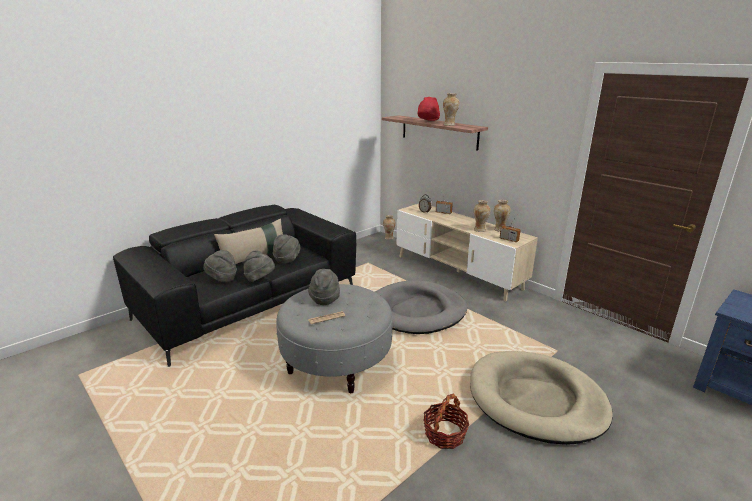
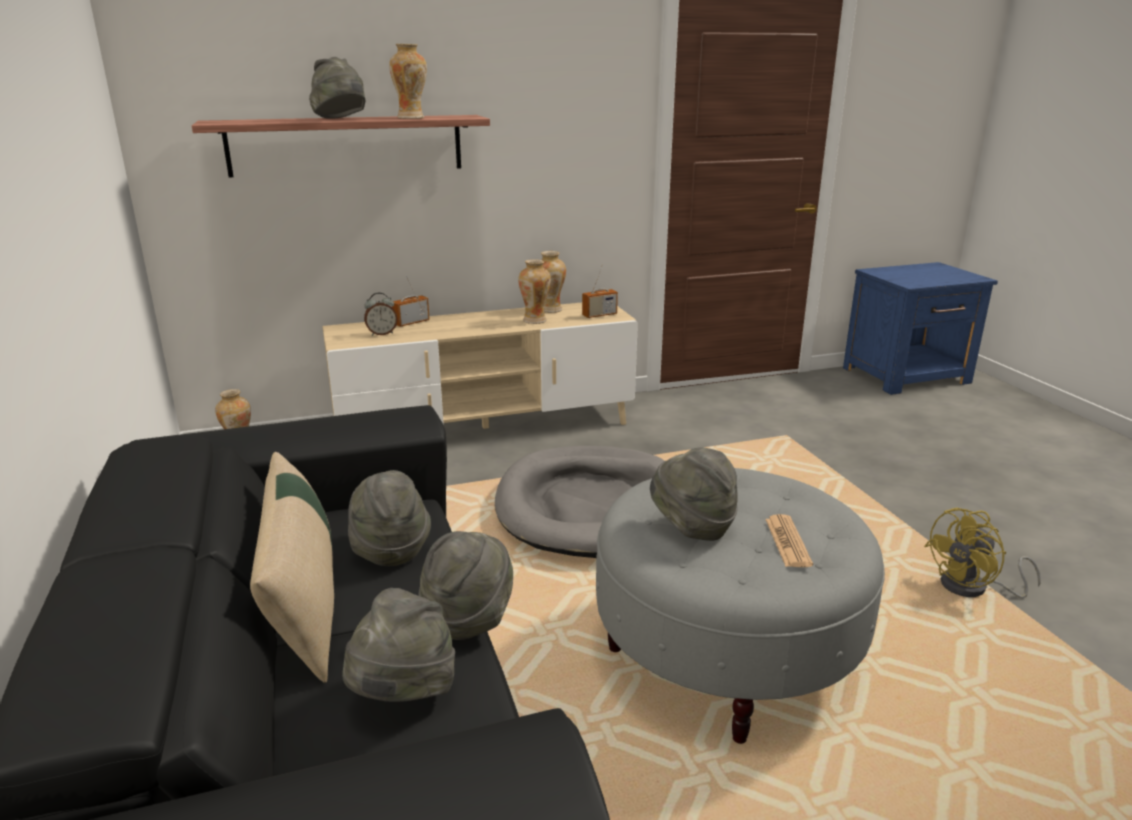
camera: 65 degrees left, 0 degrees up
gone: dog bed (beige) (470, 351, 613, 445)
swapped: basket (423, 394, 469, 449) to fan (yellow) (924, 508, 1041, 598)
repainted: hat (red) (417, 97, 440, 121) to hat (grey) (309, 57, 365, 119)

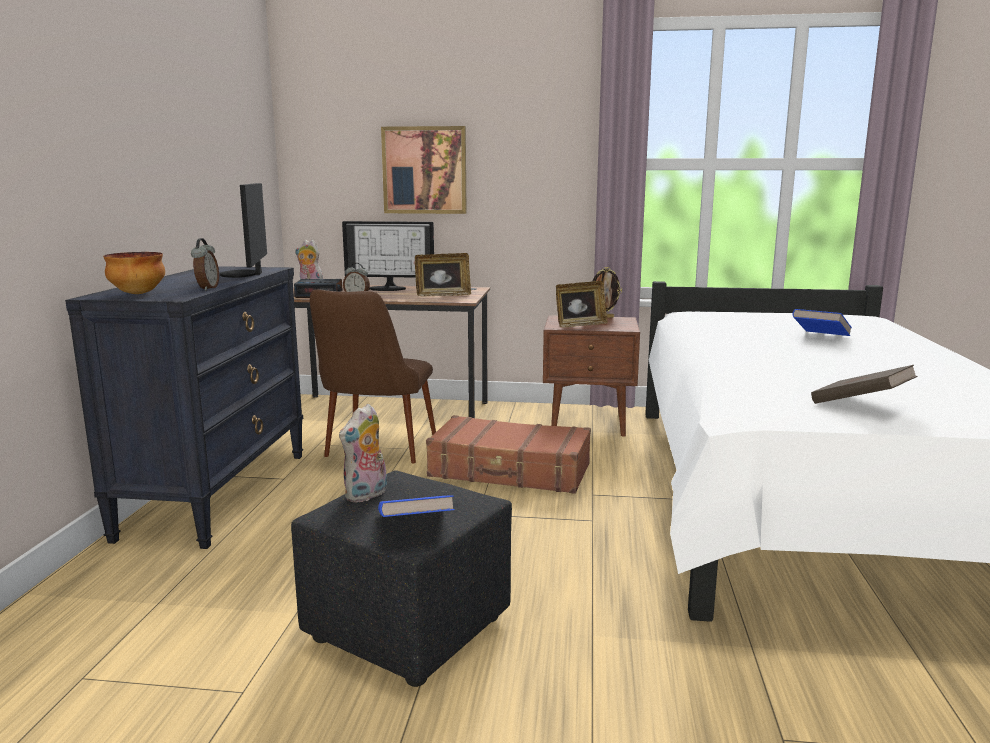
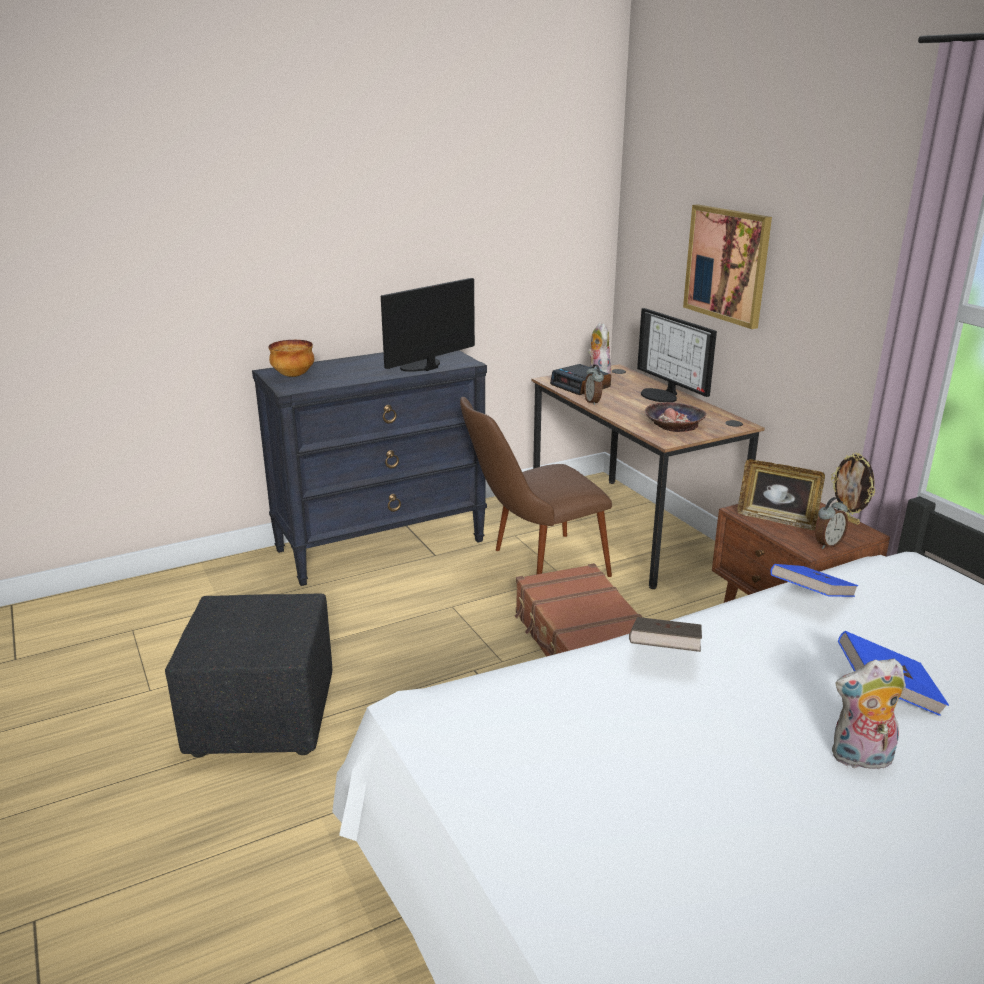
camera: 55 degrees right, 10 degrees up
shifted: alarm clock (191, 238, 219, 291) to (815, 497, 848, 549); plush toy (339, 404, 387, 503) to (832, 659, 906, 769); book (blue) (378, 495, 455, 517) to (771, 564, 859, 597); book (brown) (811, 365, 918, 404) to (629, 617, 702, 652)
swapped: picture frame (415, 253, 471, 297) to bowl (645, 402, 706, 432)

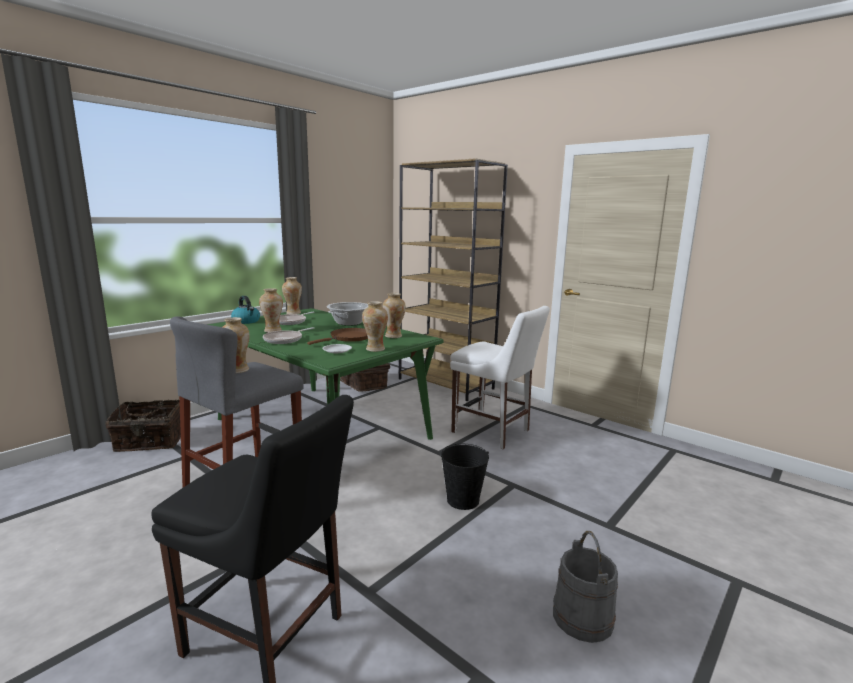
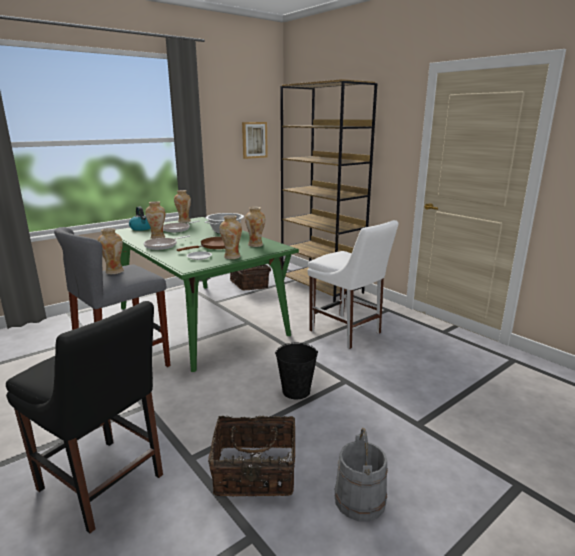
camera: 10 degrees right, 5 degrees up
new: picture (242, 122, 268, 159)
shifted: basket (105, 400, 181, 452) to (208, 415, 295, 497)

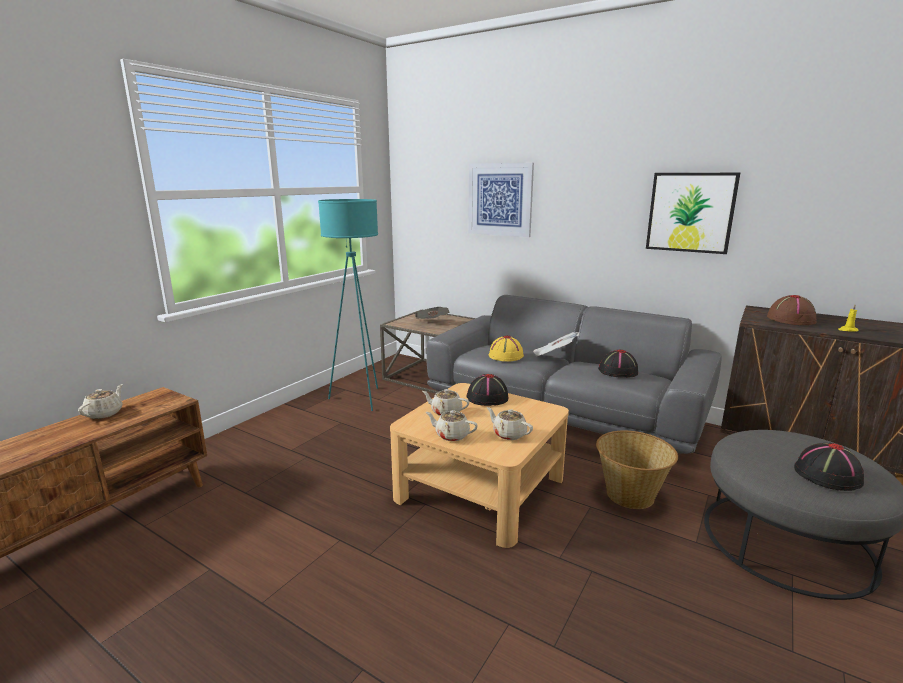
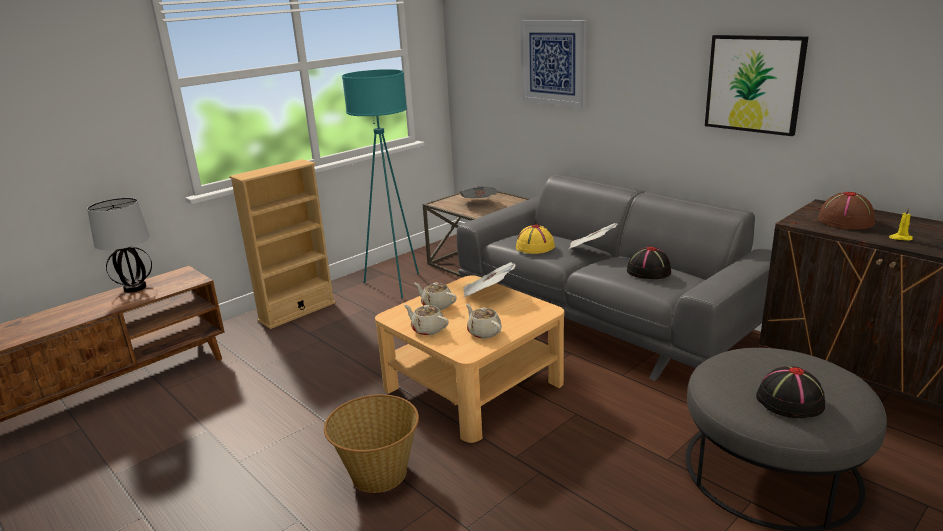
camera: 15 degrees right, 5 degrees up
new: bookcase (beige) (229, 159, 336, 329)
shifted: basket (596, 431, 678, 509) to (324, 394, 419, 493)
swapped: teapot (beige) (78, 384, 123, 419) to table lamp (87, 198, 152, 292); hat (black) (466, 374, 508, 406) to newspaper (463, 262, 515, 298)

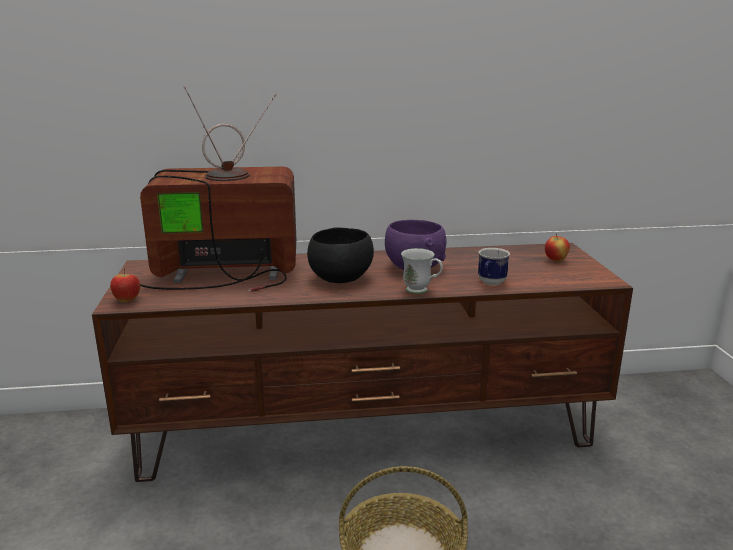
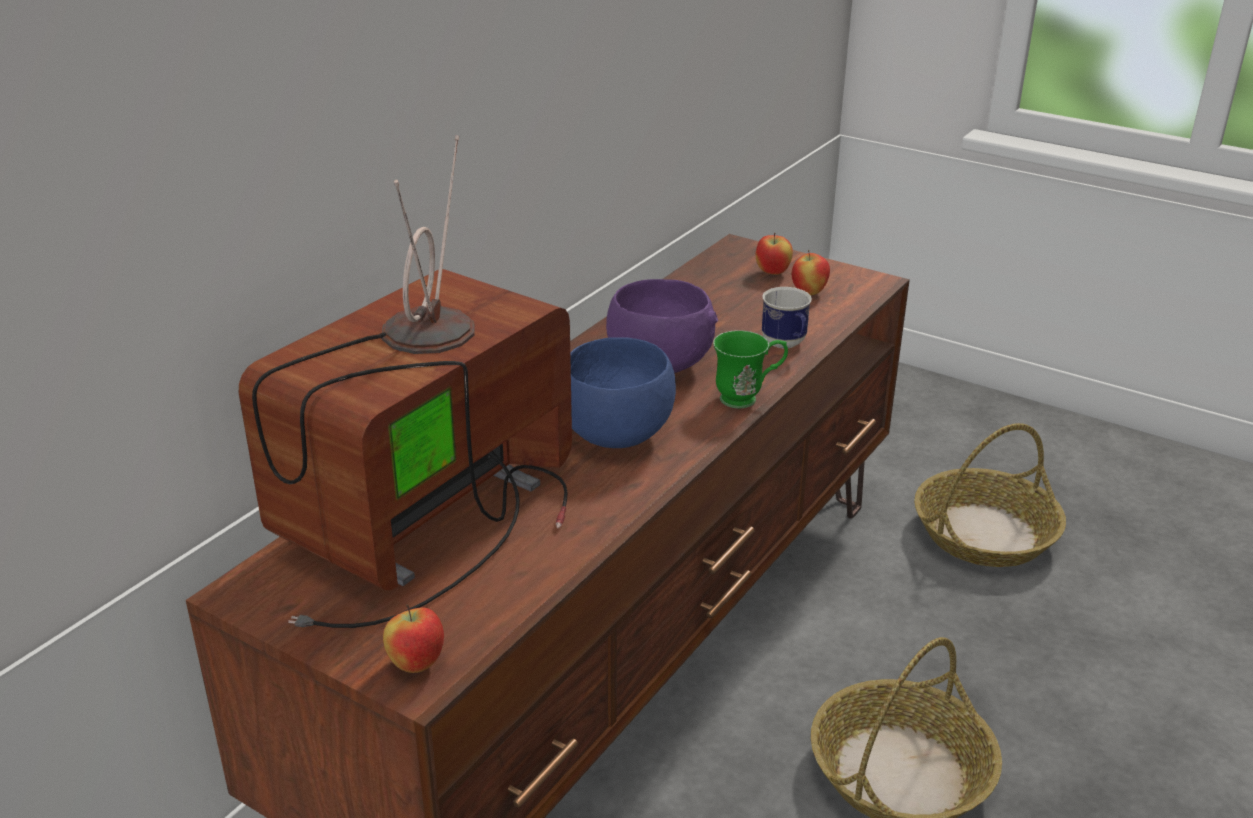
camera: 50 degrees left, 10 degrees up
new: apple (792, 250, 830, 295); basket (914, 423, 1066, 567)
repainted: bowl (black) (307, 227, 374, 283) to bowl (blue) (570, 337, 676, 448); mug (white) (401, 248, 443, 294) to mug (green) (713, 330, 788, 408)

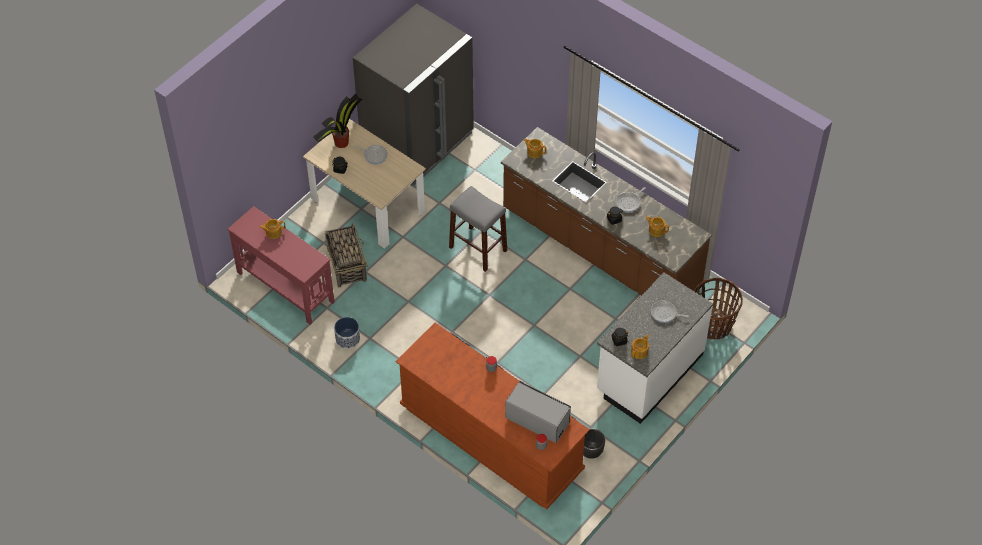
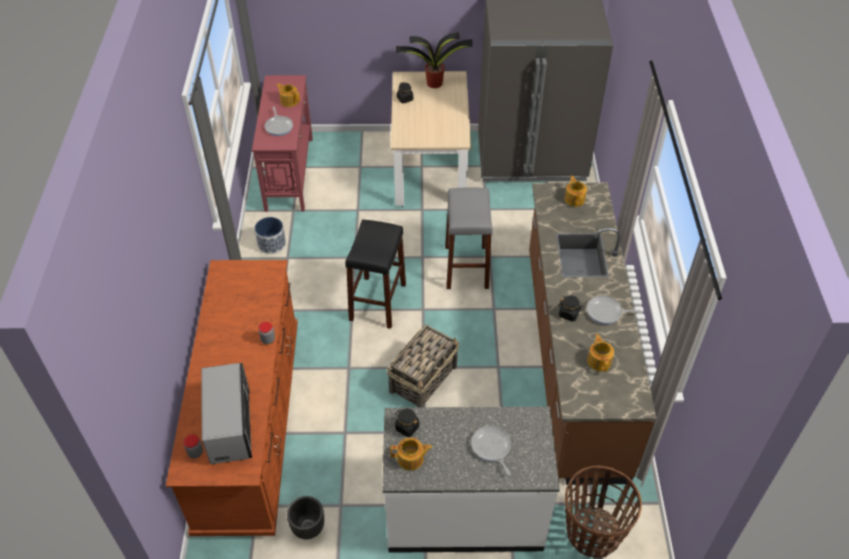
camera: 50 degrees right, 5 degrees down
new: stool (black) (345, 219, 406, 329)
shifted: basket (325, 223, 367, 287) to (387, 325, 459, 407); frying pan (354, 145, 388, 164) to (265, 107, 293, 136)

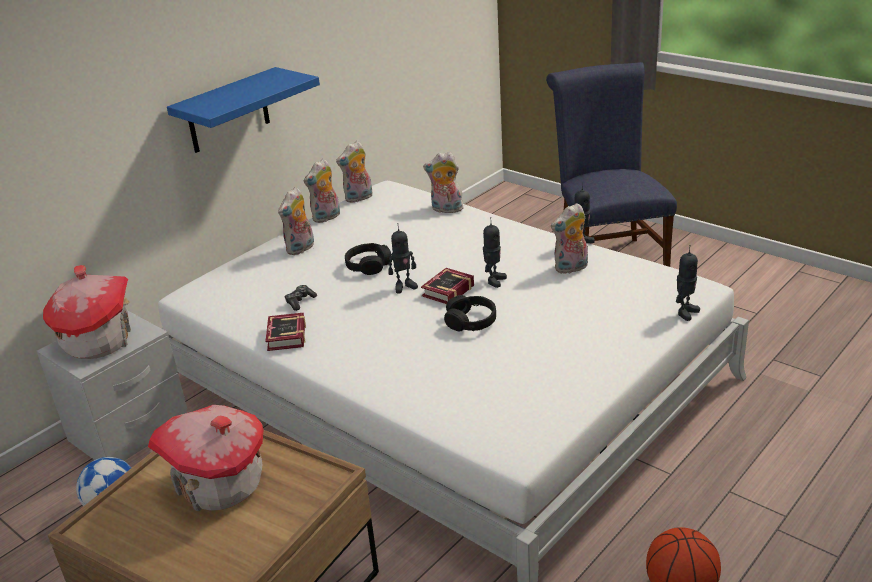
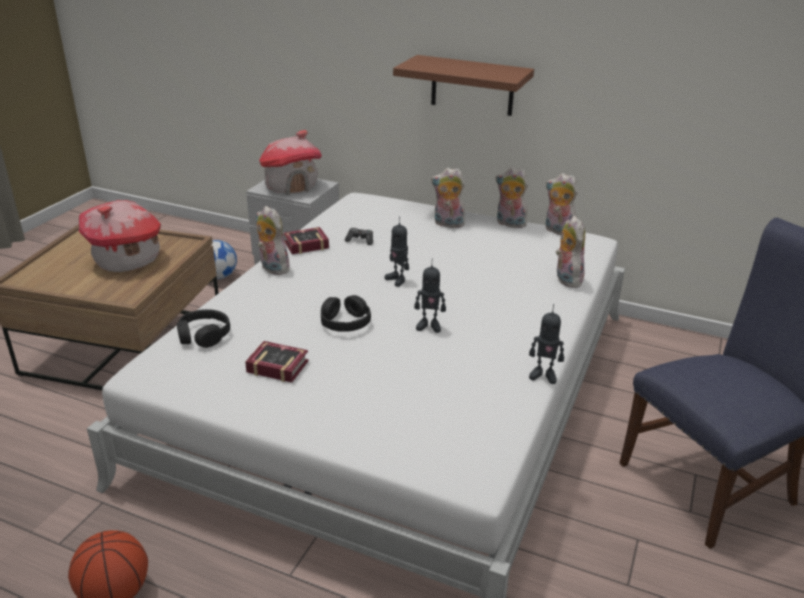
camera: 70 degrees right, 0 degrees up
gone: toy robot (676, 245, 700, 321)
shifted: headphones (black) (345, 243, 392, 275) to (177, 309, 230, 348); book (421, 268, 474, 304) to (245, 341, 309, 382); plush toy (551, 203, 588, 274) to (256, 206, 290, 275)
repainted: shelf (blue) (167, 67, 320, 153) to shelf (brown) (393, 55, 534, 116)

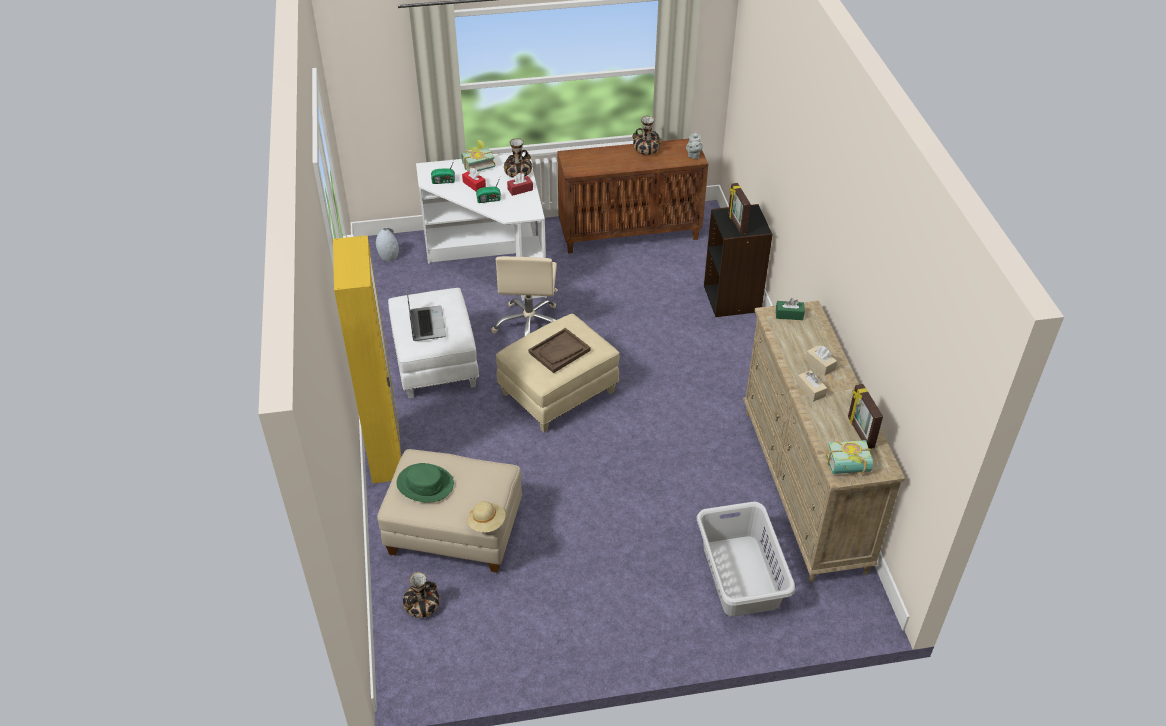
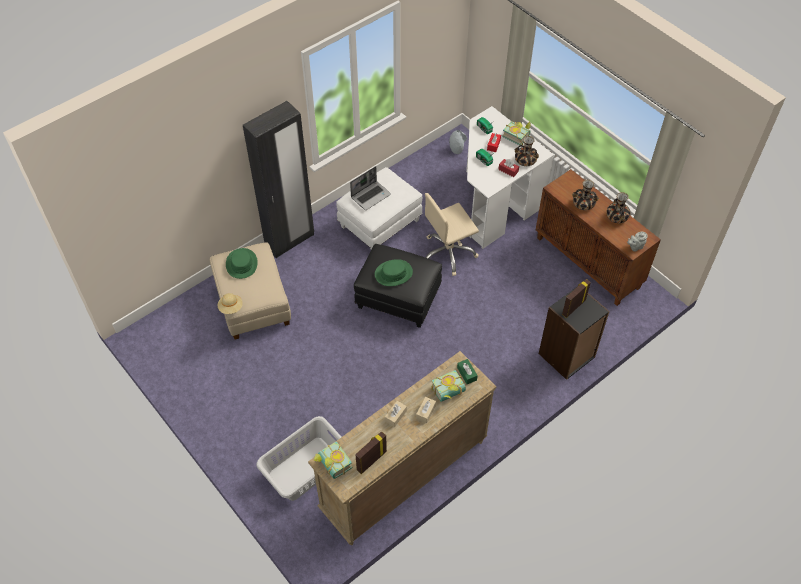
camera: 60 degrees right, 10 degrees up
new: book (431, 370, 466, 402)
shifted: vase (403, 572, 439, 618) to (572, 179, 599, 210)
swapped: tray (brown) (529, 328, 591, 373) to hat (green) (375, 259, 413, 286)
repainted: wardrobe (yellow) (333, 236, 401, 484) to wardrobe (black) (243, 101, 314, 258); ottoman (beige) (496, 314, 619, 432) to ottoman (black) (354, 244, 442, 328)

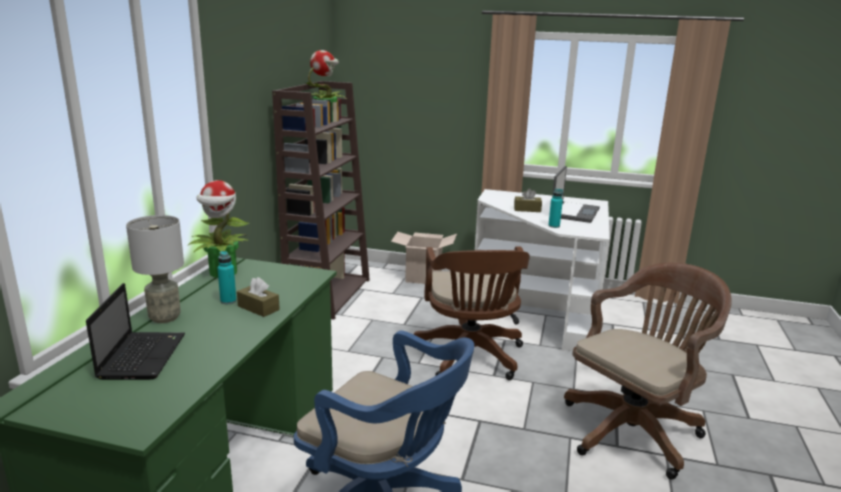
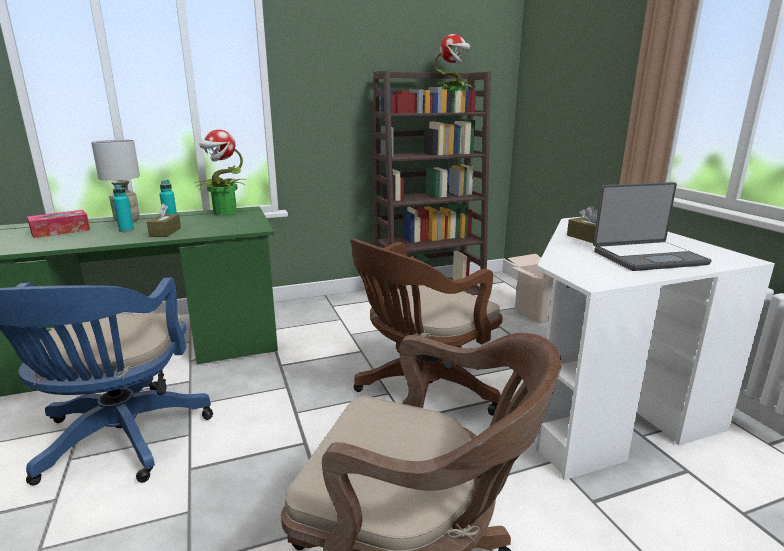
camera: 55 degrees right, 0 degrees up
shifted: bottle (turquoise) (548, 189, 563, 228) to (113, 184, 134, 232)
swapped: laptop (86, 283, 185, 380) to tissue box (27, 210, 90, 238)

